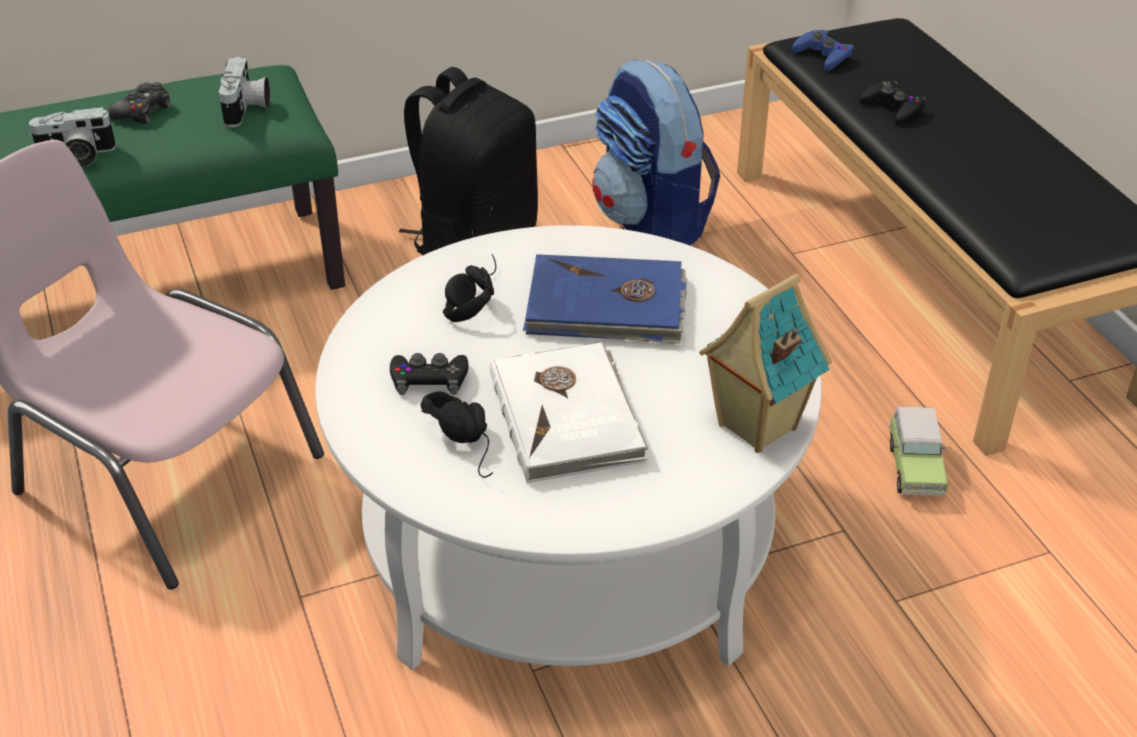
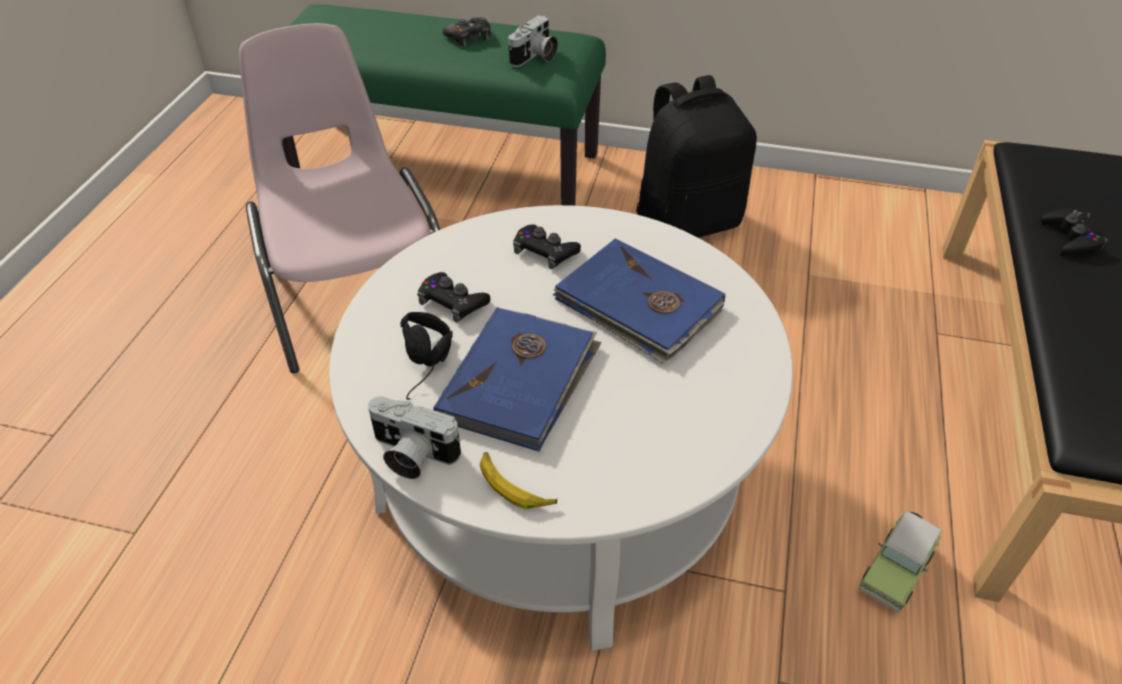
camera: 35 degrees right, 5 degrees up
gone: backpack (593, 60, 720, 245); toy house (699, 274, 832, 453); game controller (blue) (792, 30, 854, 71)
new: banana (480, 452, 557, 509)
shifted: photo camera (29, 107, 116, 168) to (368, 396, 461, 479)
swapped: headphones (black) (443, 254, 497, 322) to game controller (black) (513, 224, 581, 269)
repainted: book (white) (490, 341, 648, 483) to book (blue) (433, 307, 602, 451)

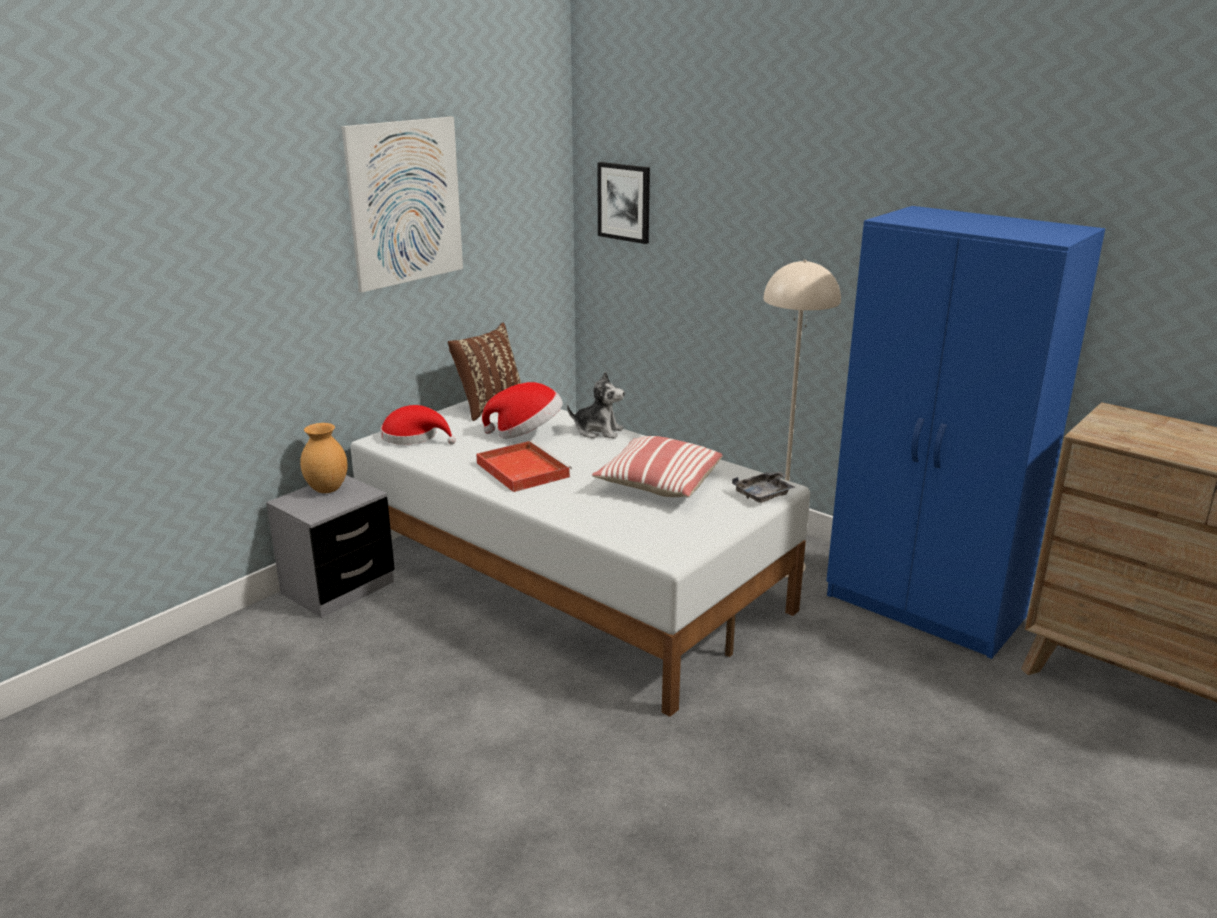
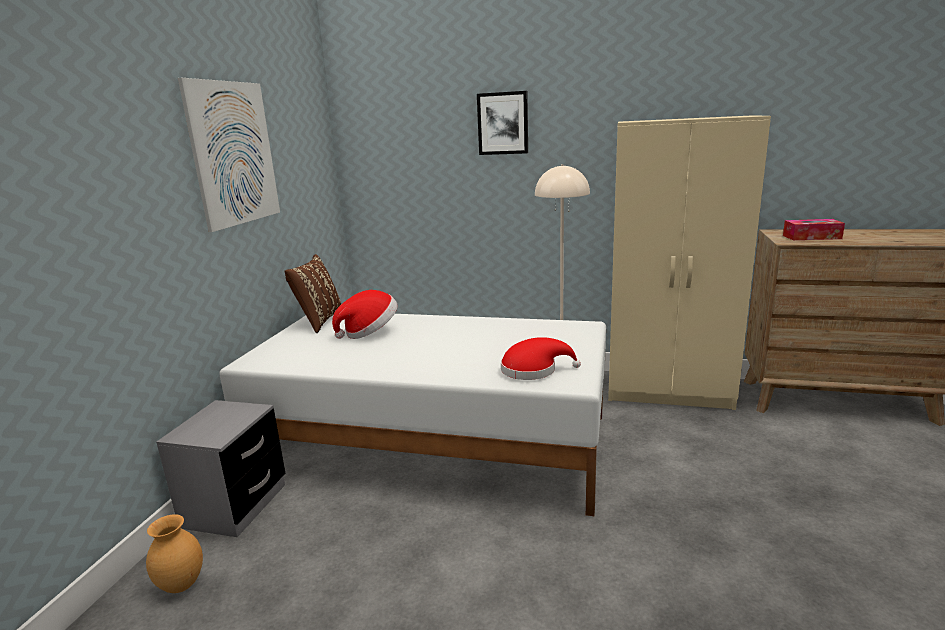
camera: 25 degrees left, 5 degrees down
gone: tray (red) (476, 440, 572, 492); plush toy (567, 371, 625, 439); pillow (592, 436, 723, 497); tray (grey) (732, 471, 795, 503)
new: tissue box (783, 219, 845, 240)
shifted: vase (brown) (300, 423, 348, 493) to (146, 514, 203, 593); hat (red) (380, 405, 456, 445) to (501, 337, 581, 380); picture (597, 162, 650, 244) to (477, 91, 528, 155)
repainted: wardrobe (blue) (826, 206, 1105, 659) to wardrobe (beige) (608, 115, 771, 410)

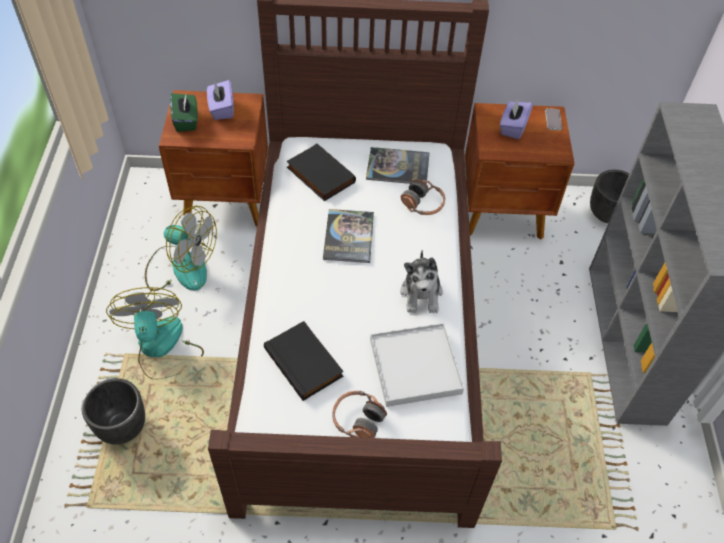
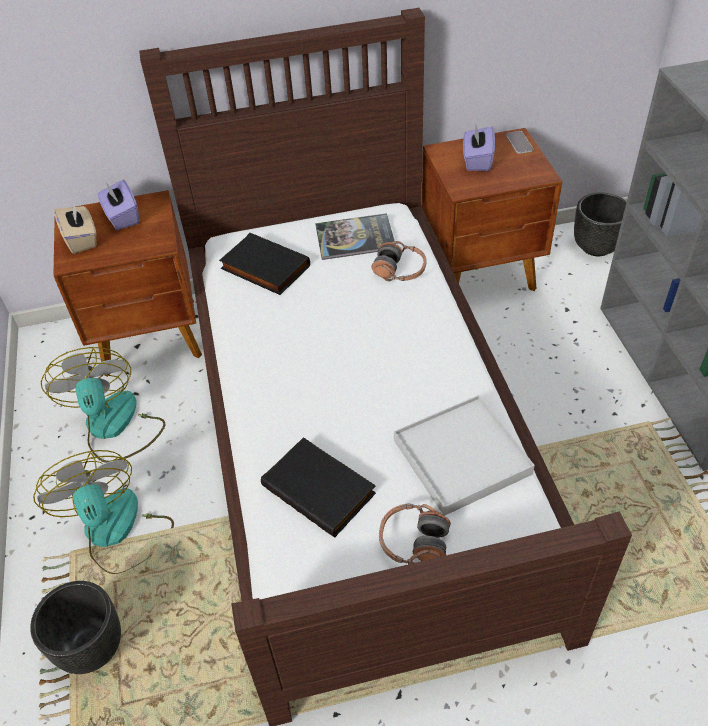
camera: 10 degrees left, 5 degrees down
gone: book (323, 209, 374, 263); plush toy (400, 250, 443, 313)
repainted: tissue box (green) (170, 93, 198, 132) to tissue box (beige) (54, 203, 97, 254)
rotated: fan (145, 206, 217, 291) = (41, 347, 166, 463) 120 degrees counterclockwise

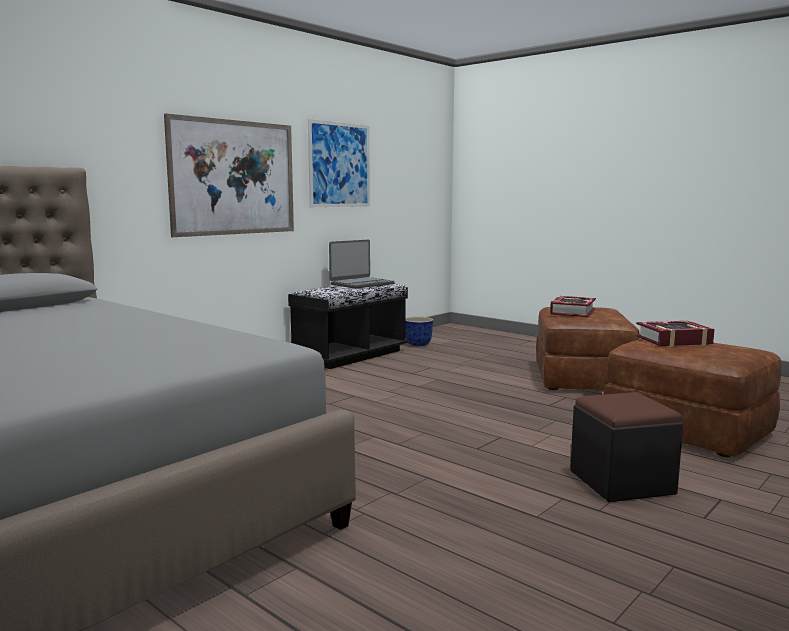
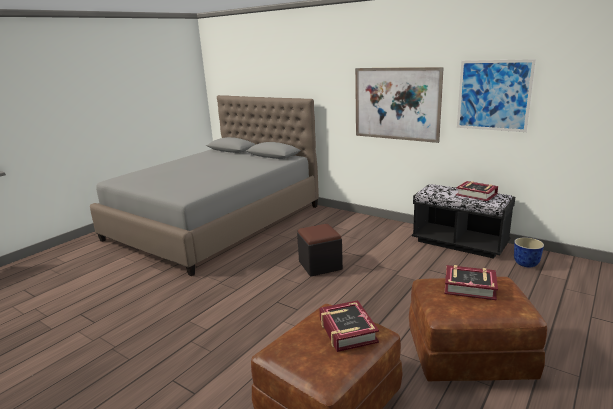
camera: 85 degrees right, 10 degrees up
shifted: ottoman (black) (570, 392, 683, 502) to (297, 224, 343, 277)
swapped: laptop (329, 240, 395, 289) to book (456, 181, 498, 201)

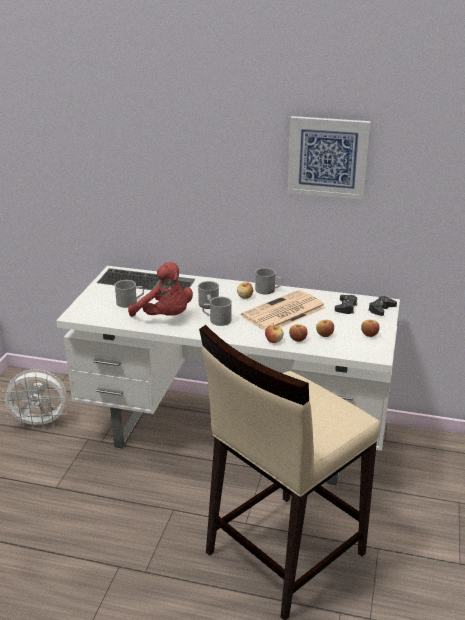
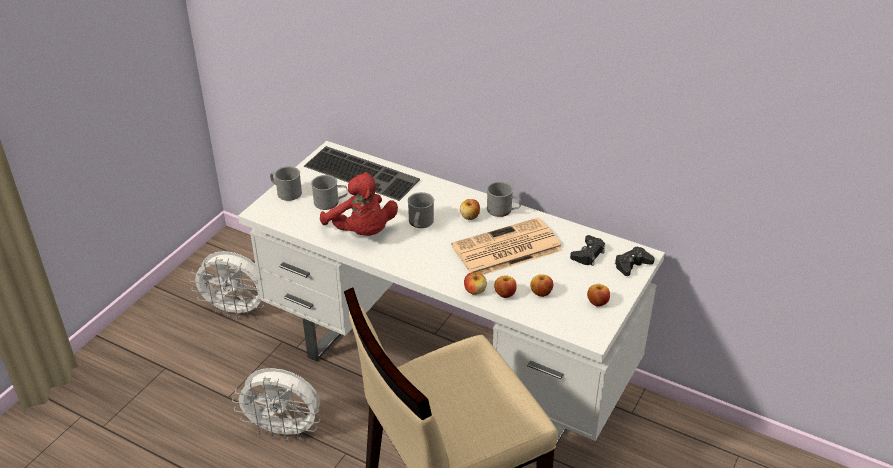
camera: 15 degrees right, 10 degrees up
gone: picture (287, 116, 371, 200)
new: fan (white) (232, 368, 320, 441)
shifted: mug (grey) (203, 297, 232, 326) to (270, 166, 302, 201)

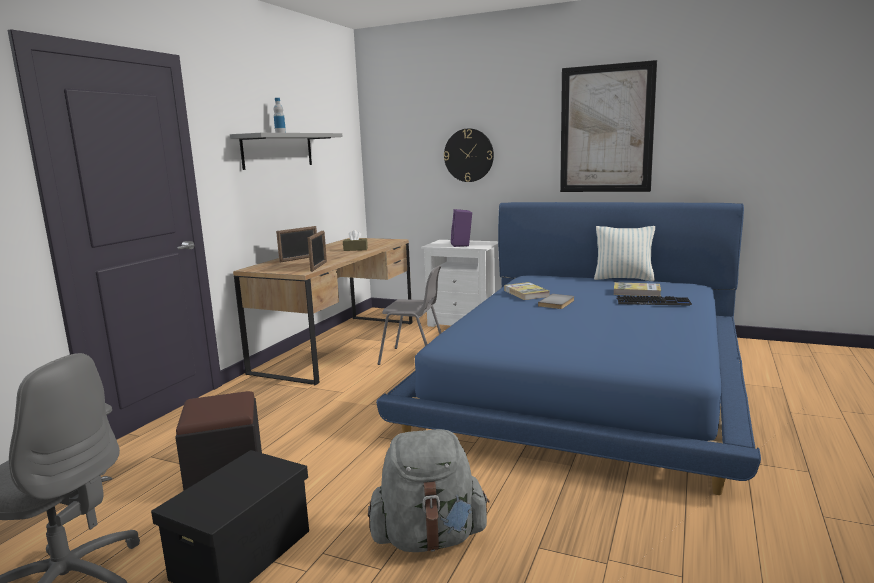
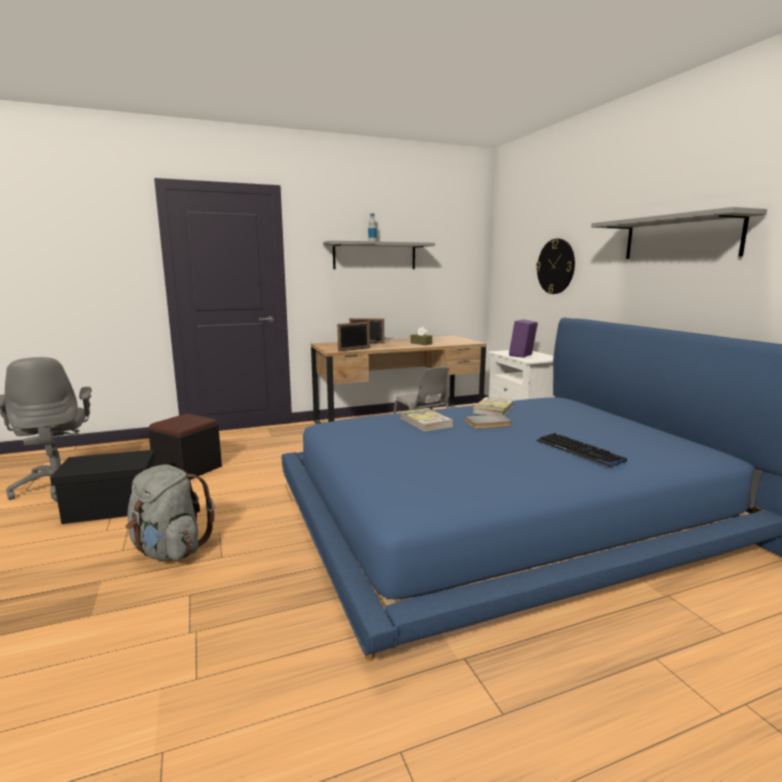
camera: 45 degrees right, 0 degrees up
gone: pillow (594, 226, 655, 281)
shifted: book (614, 282, 661, 296) to (401, 408, 453, 431)
swapped: picture (560, 60, 657, 192) to shelf (grey) (591, 207, 767, 259)

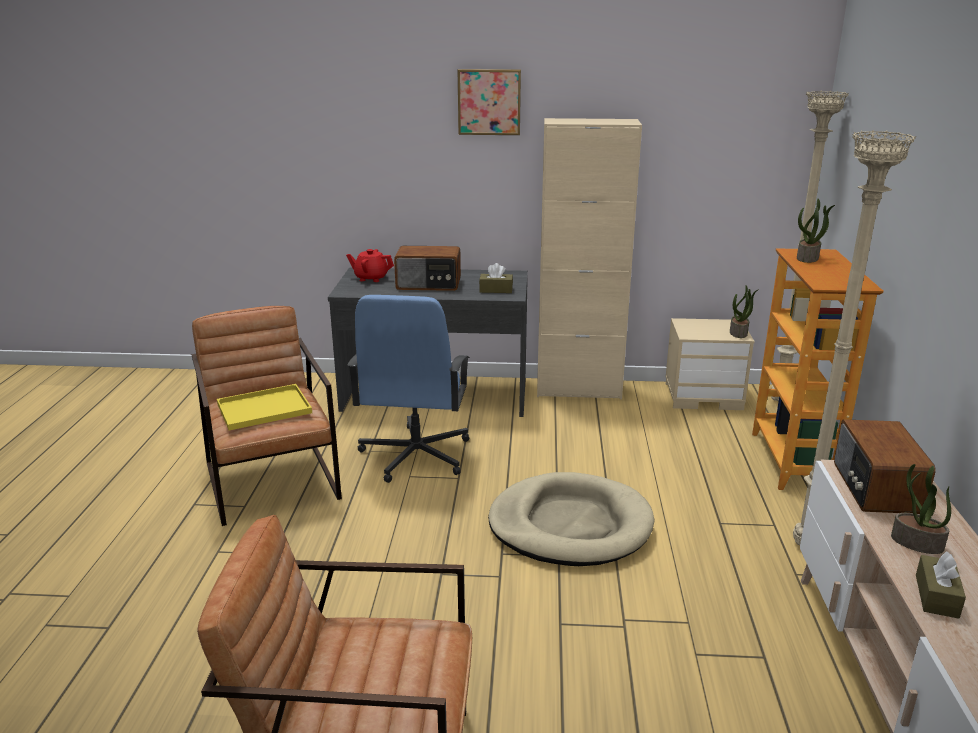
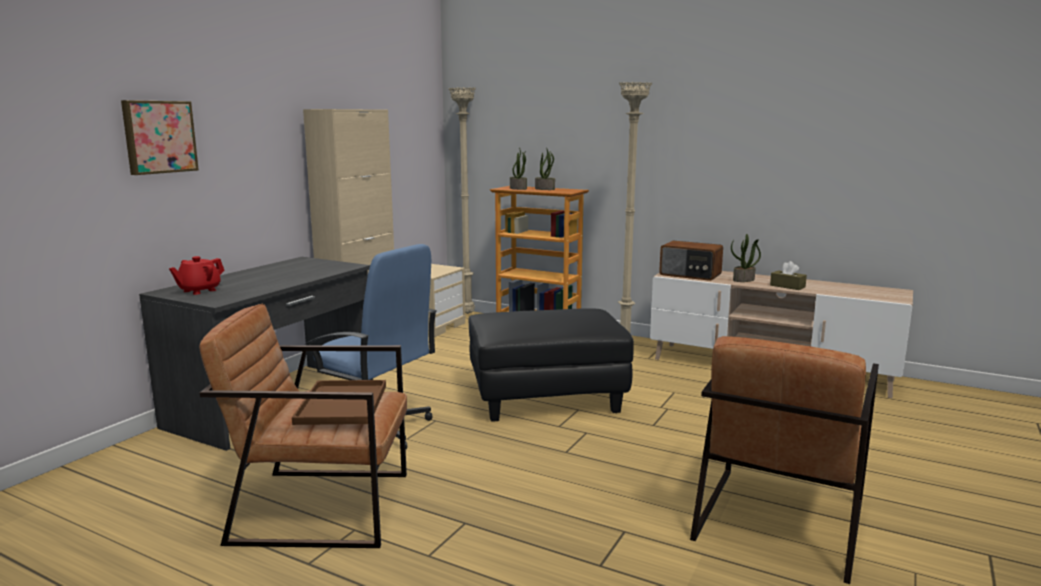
camera: 65 degrees left, 10 degrees down
gone: radio (394, 246, 461, 291); tissue box (brown) (479, 263, 513, 293)
shifted: picture (458, 69, 521, 135) to (121, 100, 199, 175); potted plant (730, 285, 759, 338) to (535, 147, 555, 190)
swapped: dog bed (beige) (488, 472, 655, 566) to ottoman (black) (469, 308, 634, 422)
repainted: tray (yellow) (217, 384, 312, 430) to tray (brown) (292, 380, 386, 425)

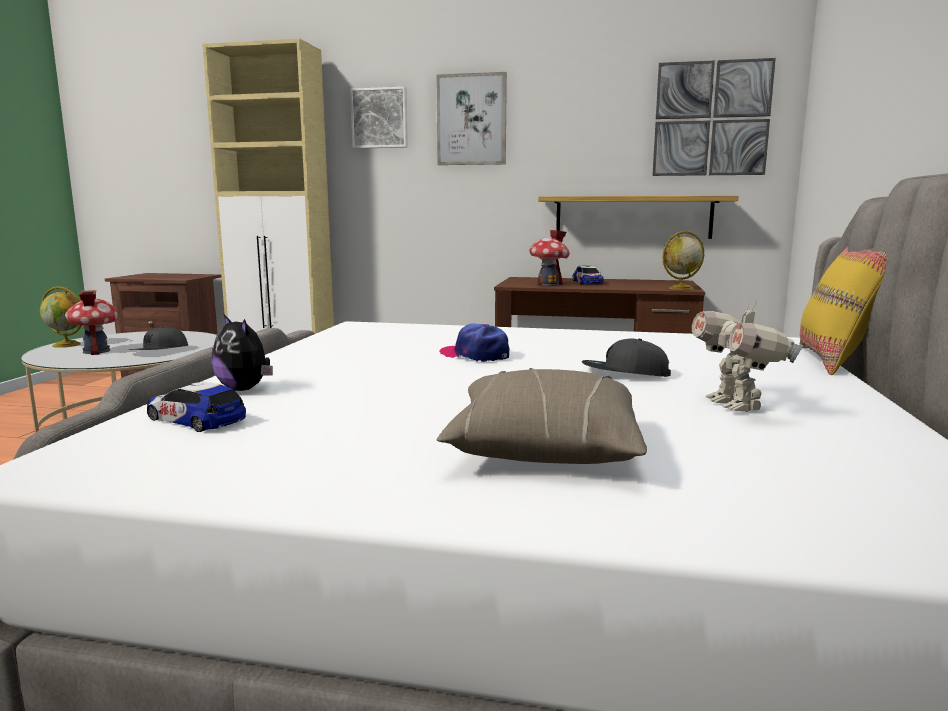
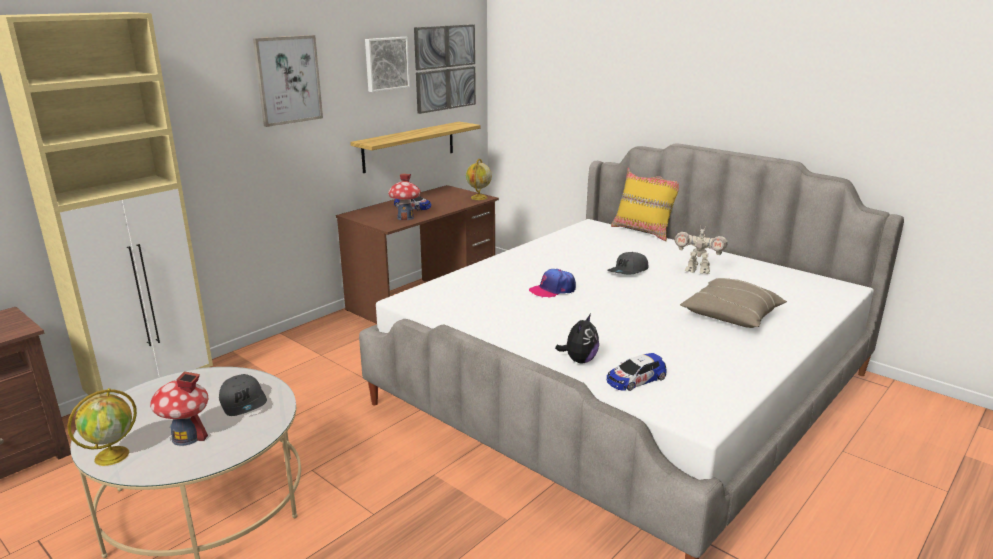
camera: 60 degrees left, 10 degrees up
shifted: picture (350, 87, 408, 149) to (365, 37, 410, 92)
rotated: plush toy (212, 315, 273, 391) = (555, 314, 599, 364) 45 degrees counterclockwise

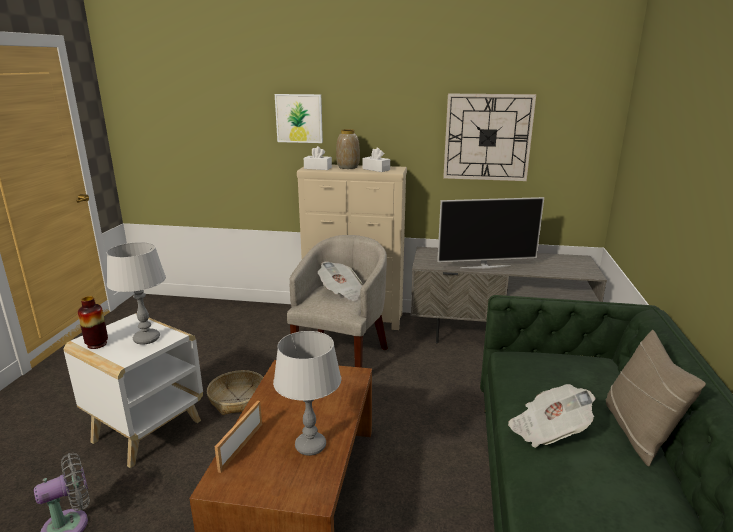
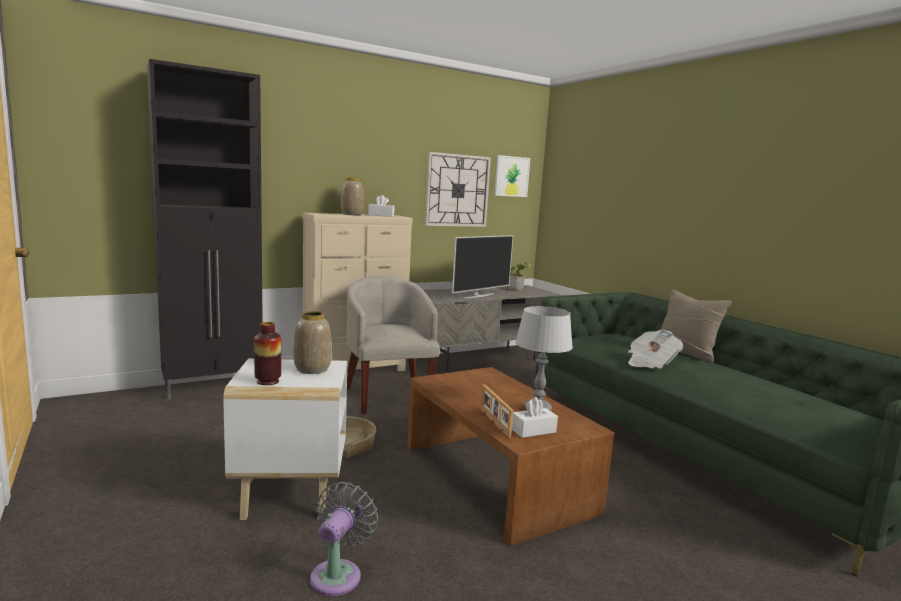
camera: 40 degrees left, 10 degrees down
gone: newspaper (318, 261, 363, 301)
new: cabinet (black) (147, 59, 263, 400); potted plant (501, 263, 531, 291)
shifted: picture (275, 94, 323, 143) to (494, 155, 530, 197); tissue box (white) (304, 146, 332, 170) to (512, 397, 558, 438)
swapped: table lamp (grey) (107, 242, 166, 345) to vase (293, 311, 332, 374)

